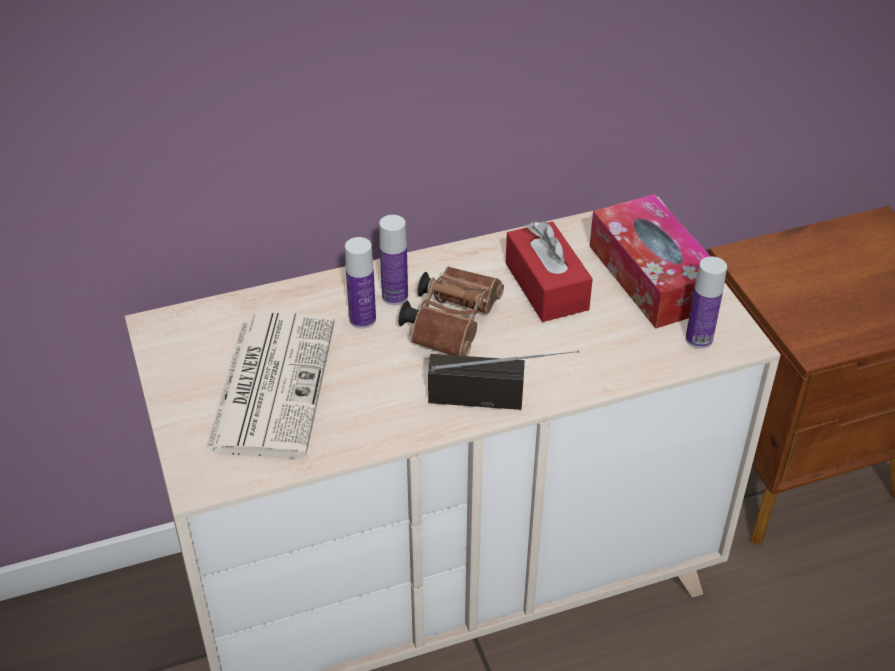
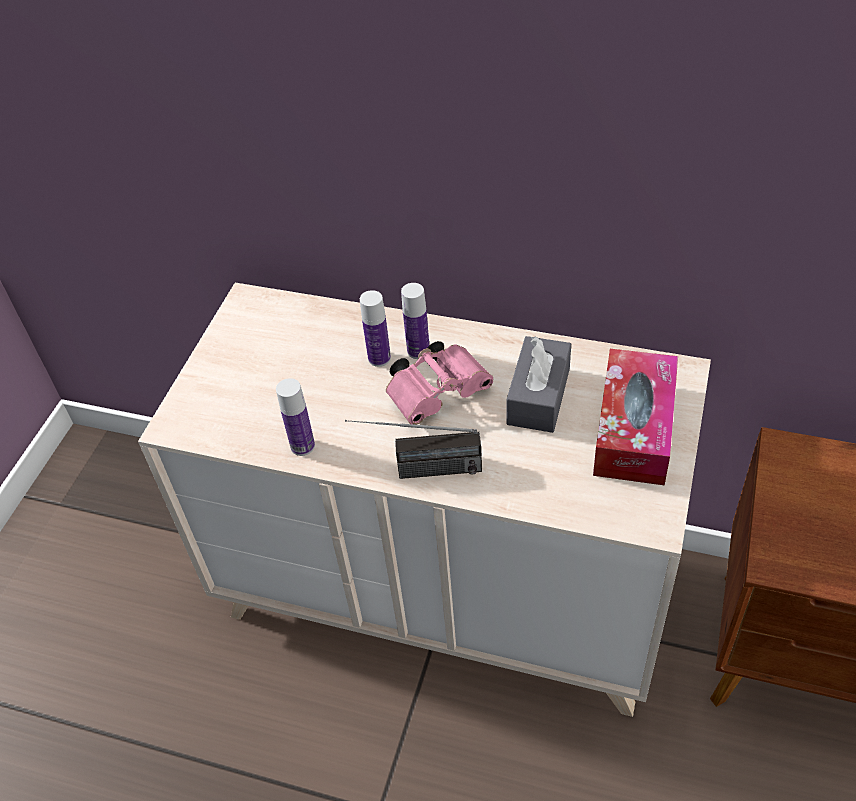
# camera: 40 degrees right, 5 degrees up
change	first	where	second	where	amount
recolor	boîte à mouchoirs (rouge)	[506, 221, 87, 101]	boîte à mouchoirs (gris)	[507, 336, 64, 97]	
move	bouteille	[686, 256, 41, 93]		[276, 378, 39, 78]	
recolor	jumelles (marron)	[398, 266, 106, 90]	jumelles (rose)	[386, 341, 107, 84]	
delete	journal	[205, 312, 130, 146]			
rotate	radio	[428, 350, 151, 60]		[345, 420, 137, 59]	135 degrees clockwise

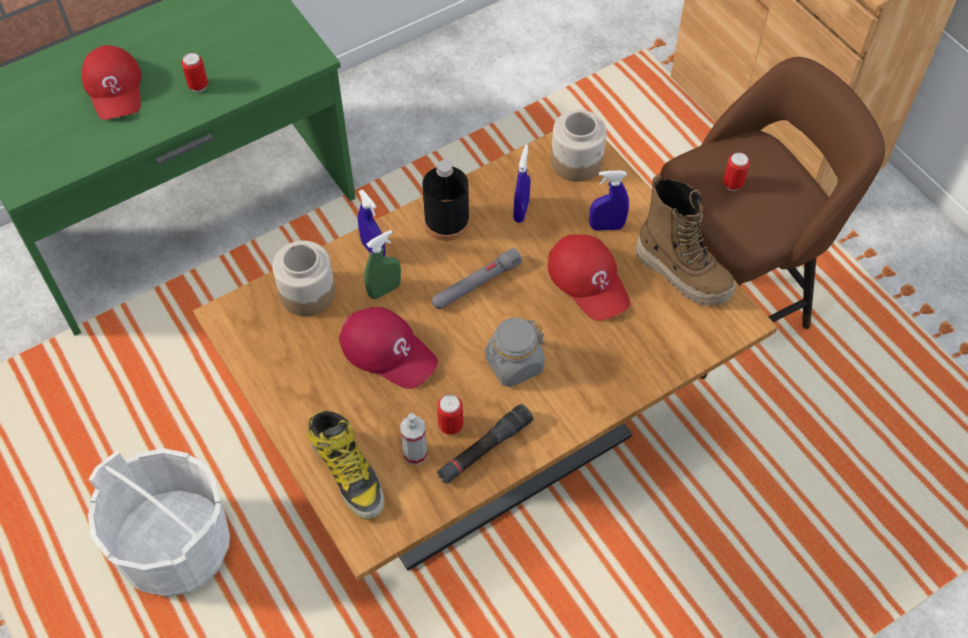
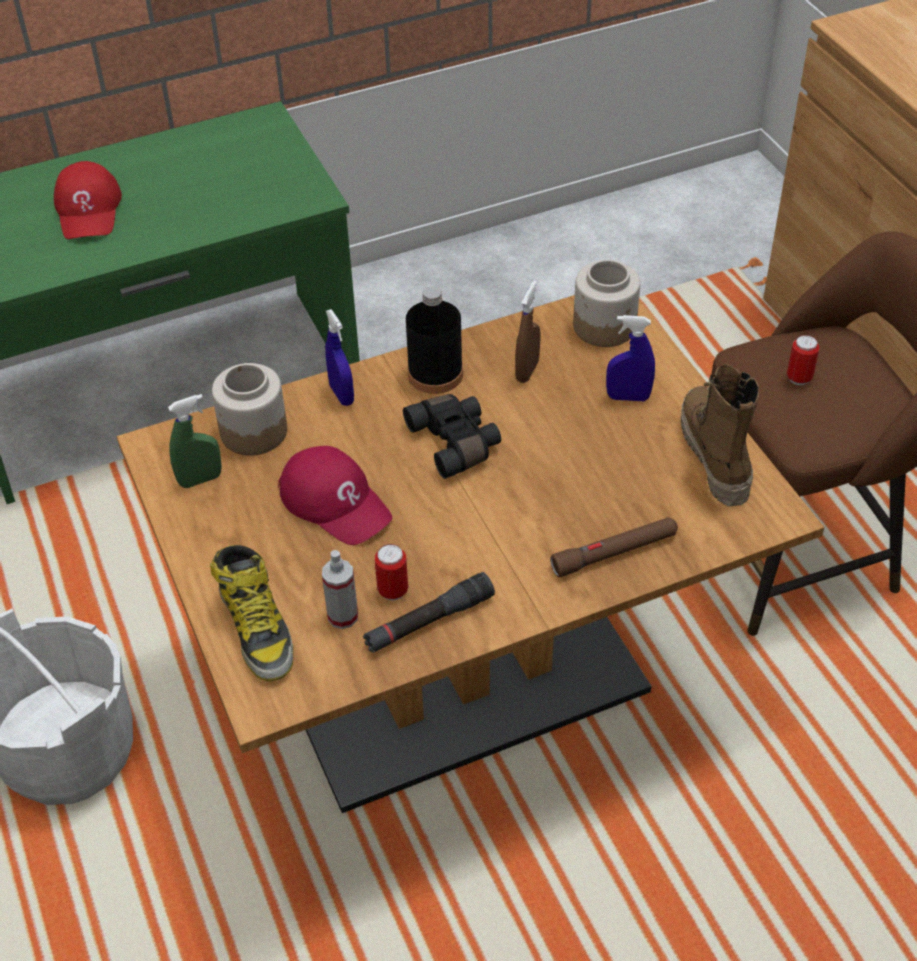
# camera: 10 degrees right, 10 degrees down
change	first	where	second	where	amount
delete	boîte métallique	[181, 53, 27, 39]			
recolor	vaporisateur (bleu)	[513, 144, 17, 79]	vaporisateur (marron)	[515, 280, 25, 103]	
rotate	botte	[635, 174, 100, 132]		[681, 365, 78, 141]	150 degrees counterclockwise
move	vaporisateur (vert)	[364, 230, 37, 69]		[168, 394, 54, 94]	
delete	casquette (rouge)	[548, 234, 82, 87]			
replace	lampe de poche (gris)	[432, 248, 90, 61]	jumelles (noir)	[403, 394, 98, 85]	
delete	bocal (gris)	[484, 318, 61, 69]			
insert			lampe de poche (marron)	[550, 517, 128, 60]	

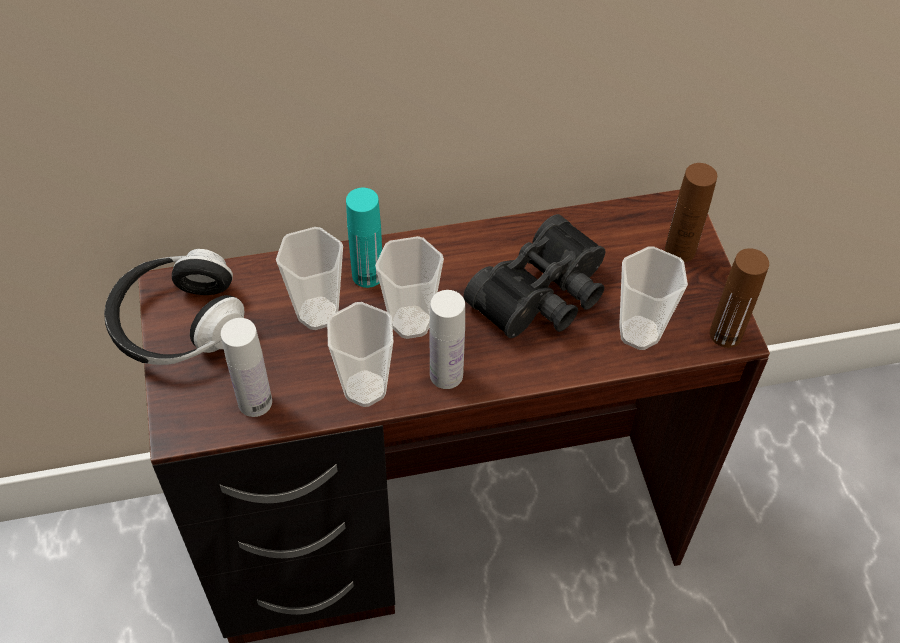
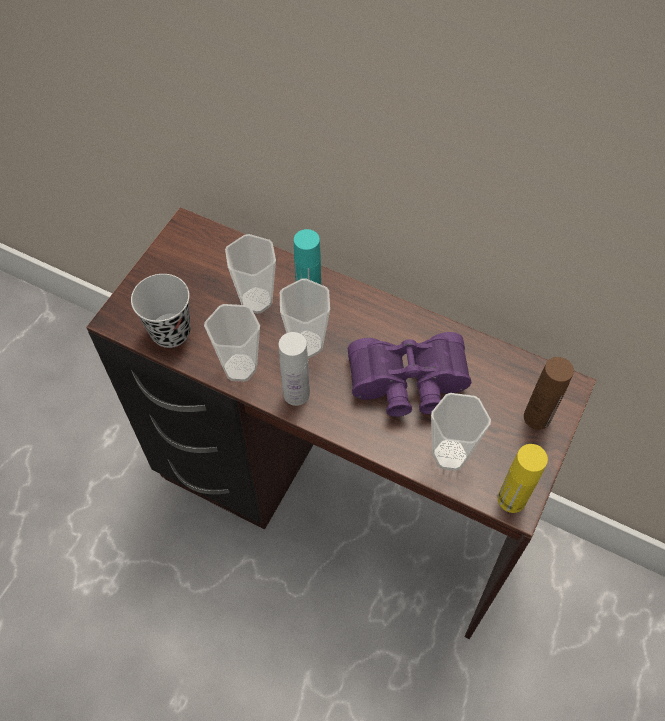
# camera: 40 degrees right, 5 degrees up
change	first	where	second	where	amount
recolor	jumelles (noir)	[463, 214, 142, 124]	jumelles (violet)	[348, 332, 123, 85]	
recolor	bouteille (marron)	[710, 248, 59, 100]	bouteille (jaune)	[498, 444, 50, 69]	
delete	casque audio	[104, 249, 140, 116]			
replace	bouteille (blanc)	[221, 318, 51, 99]	tasse (noir)	[131, 274, 59, 74]	

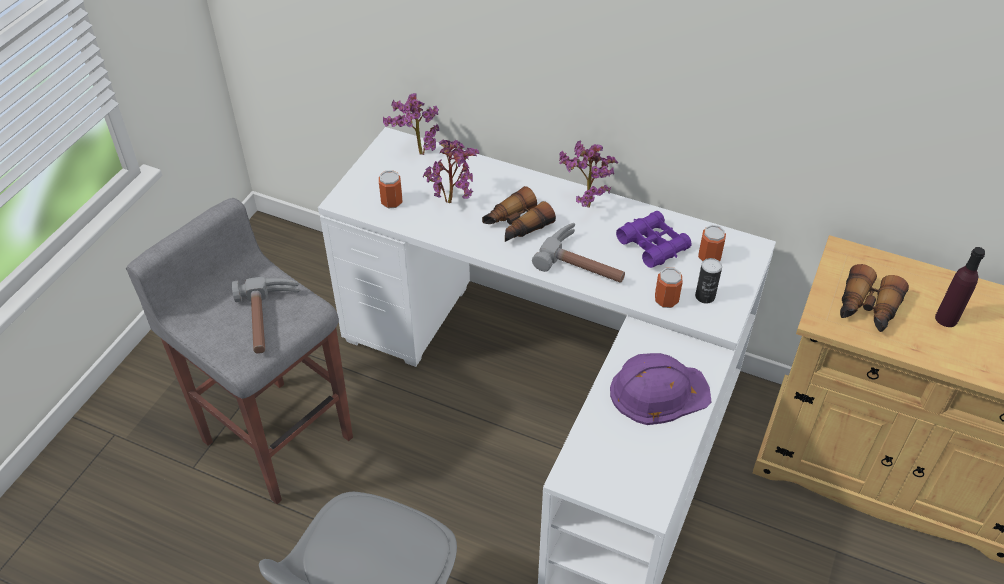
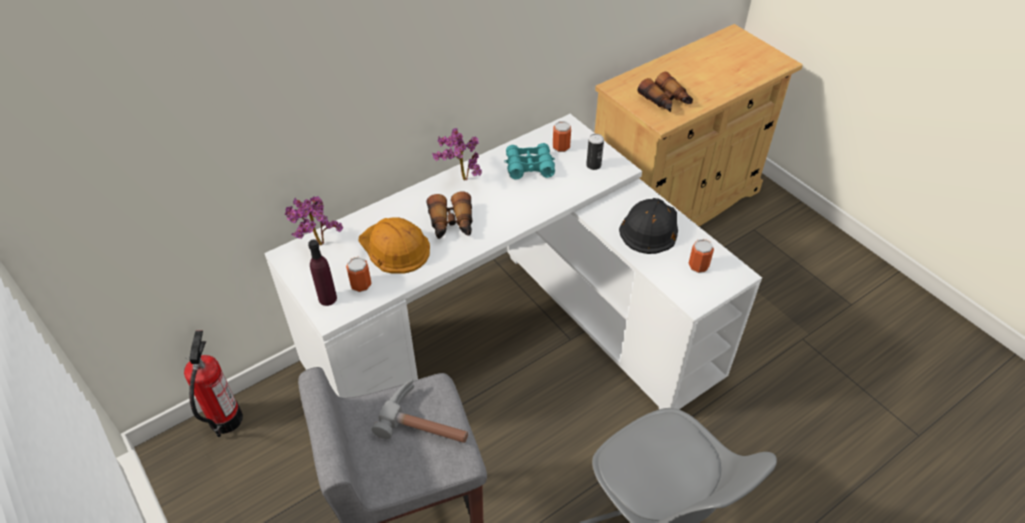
# camera: 60 degrees left, 0 degrees up
change	first	where	second	where	amount
replace	plante en pot	[423, 140, 56, 63]	casque de chantier (orange)	[358, 217, 72, 56]	
recolor	jumelles (violet)	[616, 211, 75, 57]	jumelles (turquoise)	[504, 143, 51, 36]	
delete	marteau	[532, 223, 93, 60]			
move	bouteille (violet)	[935, 247, 50, 80]		[308, 240, 29, 66]	
move	boîte métallique	[655, 267, 28, 41]		[688, 239, 26, 34]	
recolor	casque de chantier (violet)	[610, 353, 102, 72]	casque de chantier (noir)	[619, 198, 59, 56]	
insert			extincteur	[184, 331, 59, 106]	

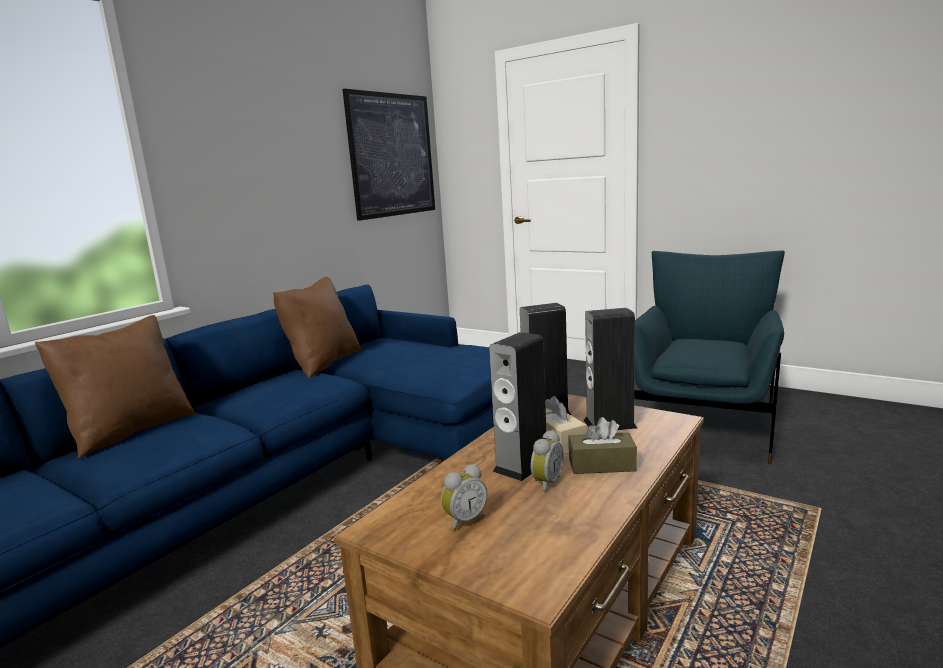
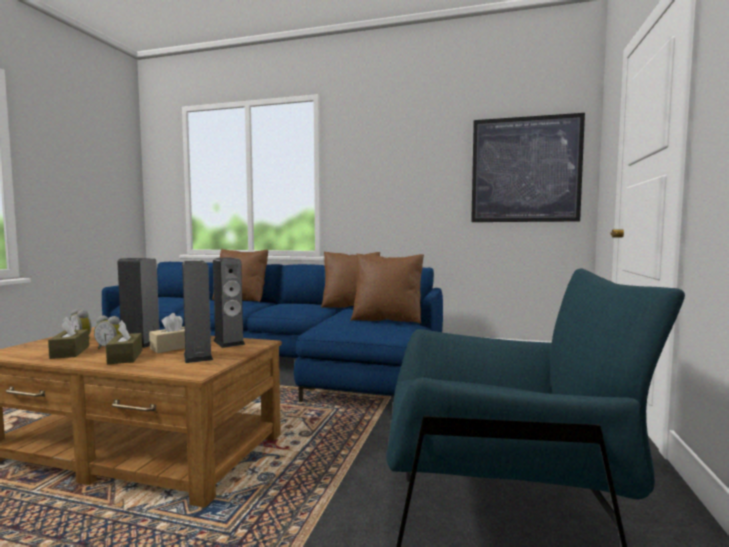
# camera: 70 degrees right, 10 degrees down
change	first	where	second	where	amount
insert			coussin (marron)	[350, 253, 74, 71]	
insert			boîte à mouchoirs (marron)	[48, 317, 41, 42]	

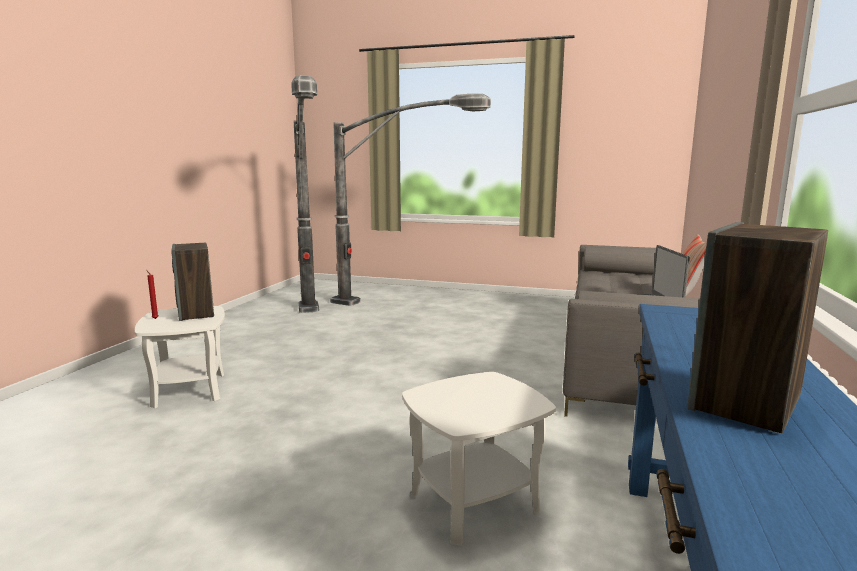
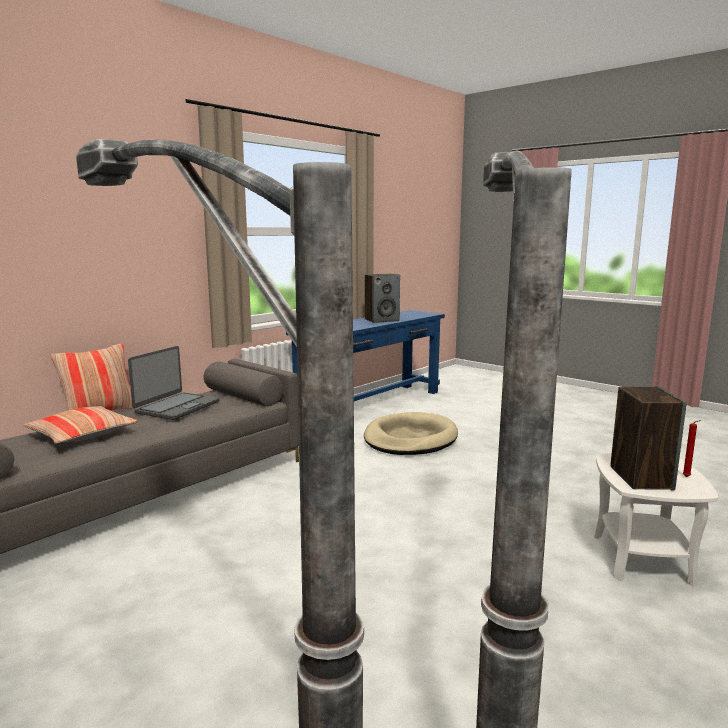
# camera: 155 degrees left, 0 degrees up
change	first	where	second	where	amount
replace	table d'appoint (blanc)	[402, 372, 154, 174]	panier pour chien (beige)	[364, 412, 94, 43]	
insert			coussin	[23, 406, 115, 38]	

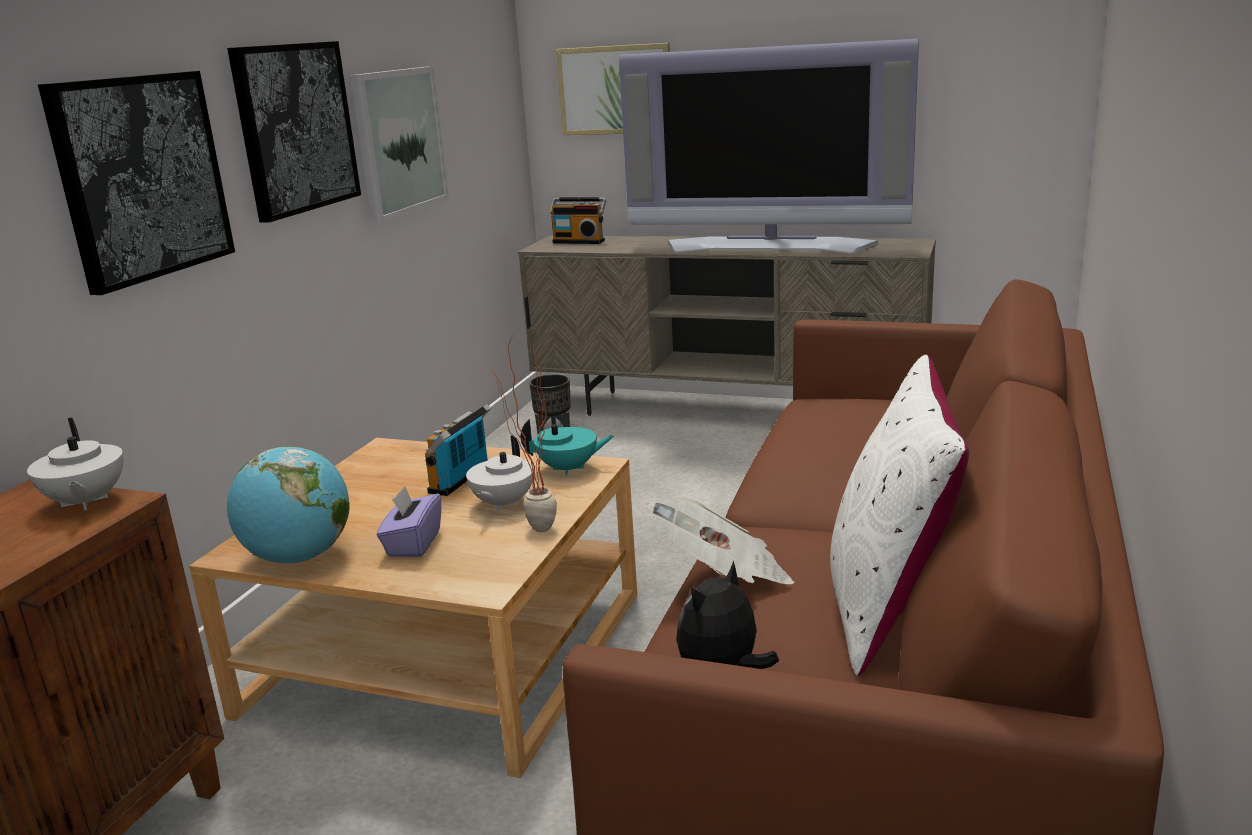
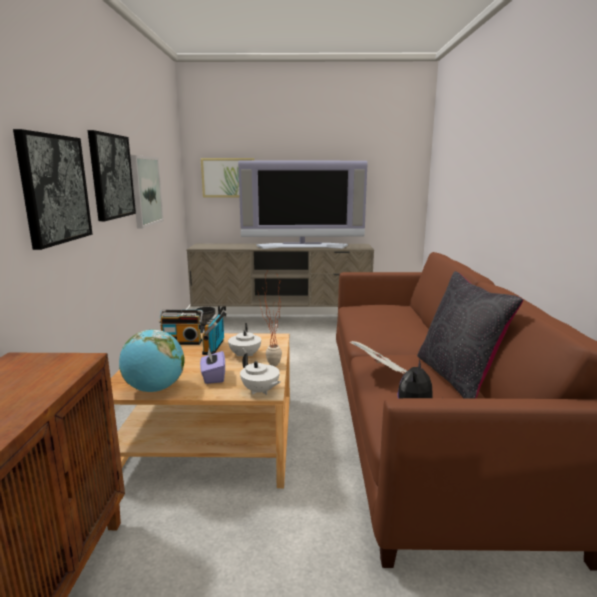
# camera: 20 degrees left, 5 degrees down
change	first	where	second	where	amount
move	radio	[550, 197, 56, 47]		[159, 310, 44, 35]	
recolor	coussin (blanc)	[830, 354, 139, 322]	coussin (noir)	[417, 271, 106, 128]	
move	théière (blanc)	[27, 418, 96, 92]		[240, 353, 40, 42]	
delete	théière (turquoise)	[521, 419, 93, 57]			

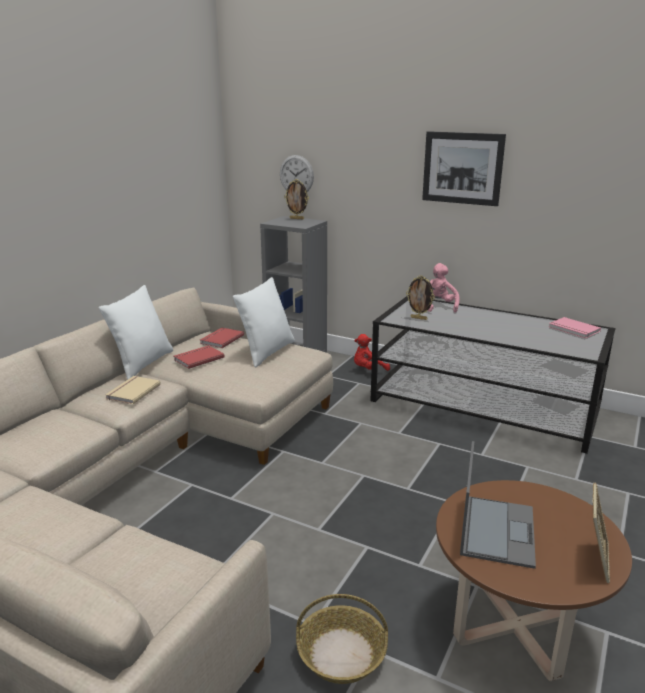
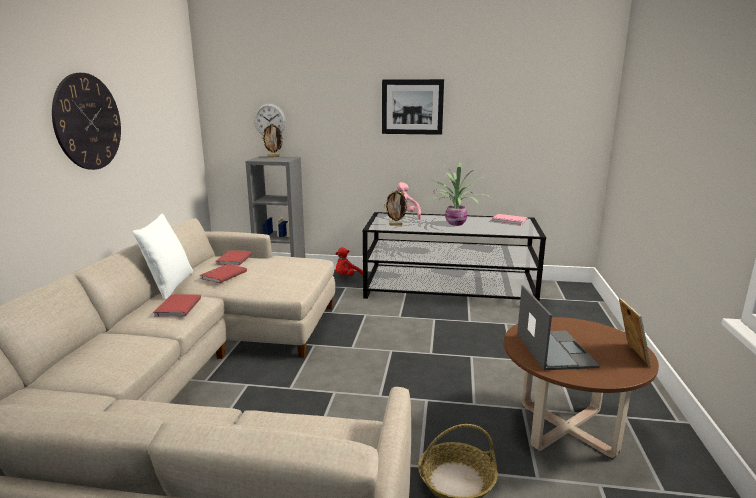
# camera: 20 degrees left, 5 degrees down
change	first	where	second	where	amount
delete	coussin (blanc)	[233, 277, 62, 91]			
recolor	livre (beige)	[105, 376, 56, 28]	livre (rouge)	[153, 294, 48, 23]	
insert			horloge murale	[52, 73, 69, 97]	
insert			plante en pot	[425, 162, 66, 64]	

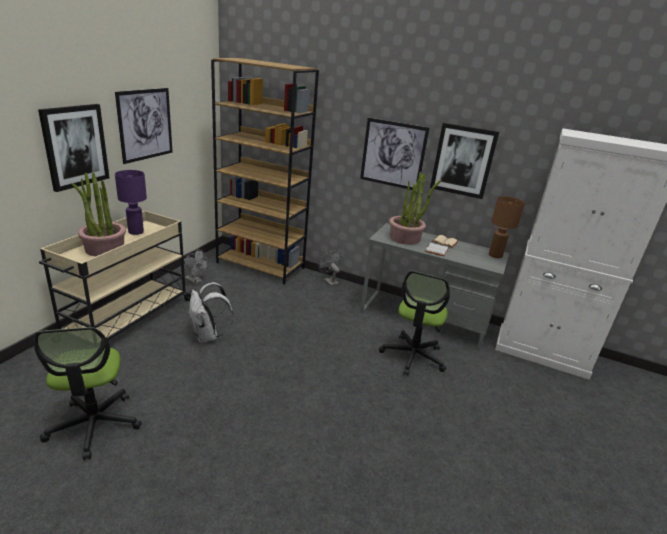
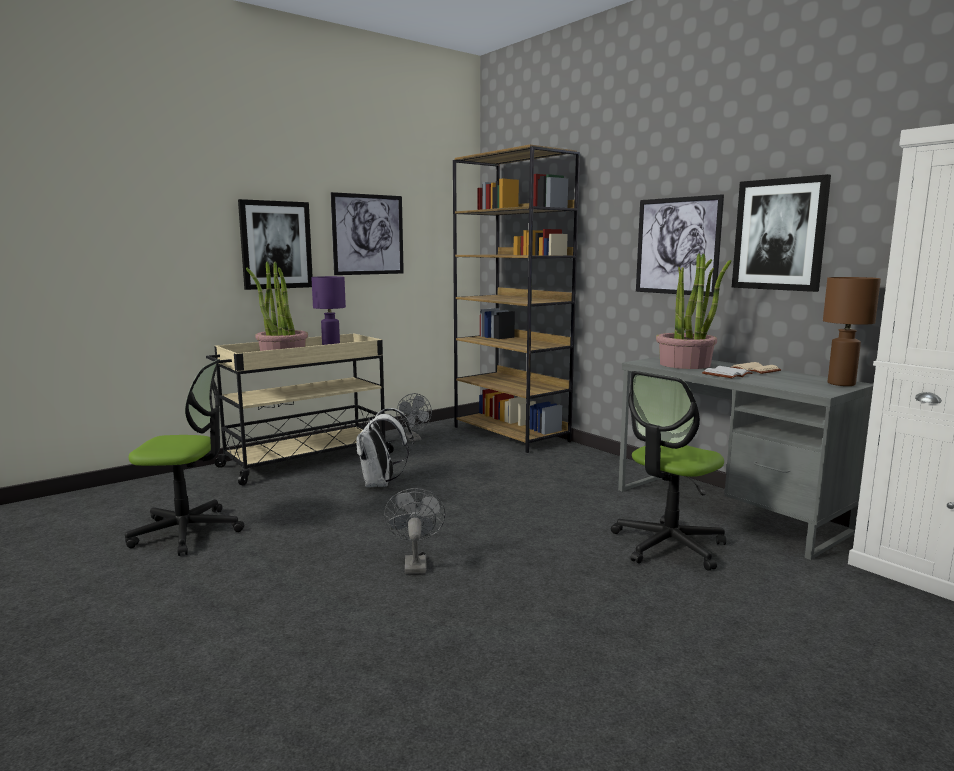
# camera: 30 degrees right, 15 degrees down
change	first	where	second	where	amount
move	ventilateur (gris)	[318, 251, 23, 35]		[384, 488, 62, 86]	
rotate	chaise de bureau	[34, 327, 108, 133]		[125, 359, 119, 197]	105 degrees counterclockwise

